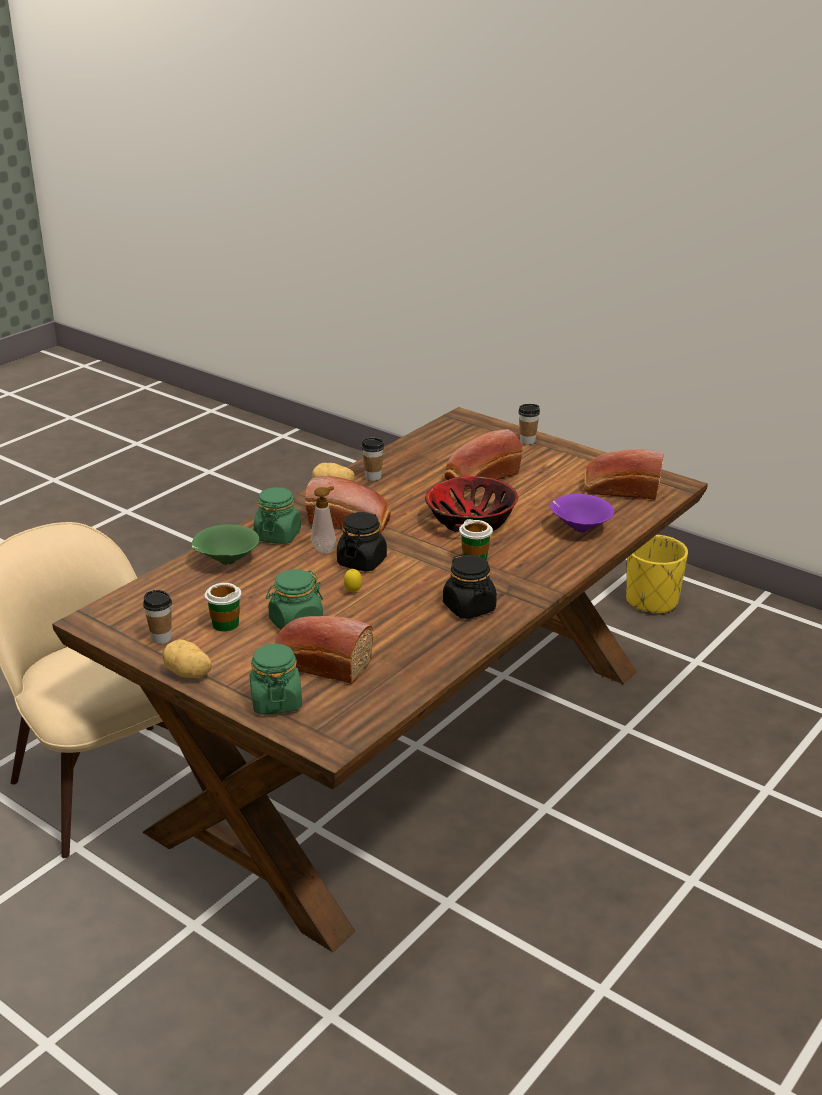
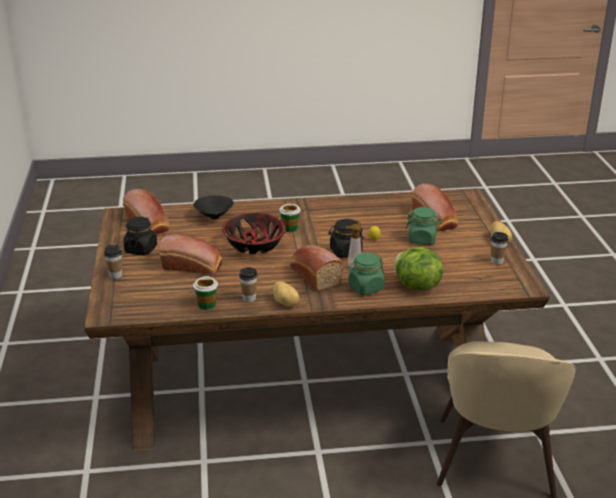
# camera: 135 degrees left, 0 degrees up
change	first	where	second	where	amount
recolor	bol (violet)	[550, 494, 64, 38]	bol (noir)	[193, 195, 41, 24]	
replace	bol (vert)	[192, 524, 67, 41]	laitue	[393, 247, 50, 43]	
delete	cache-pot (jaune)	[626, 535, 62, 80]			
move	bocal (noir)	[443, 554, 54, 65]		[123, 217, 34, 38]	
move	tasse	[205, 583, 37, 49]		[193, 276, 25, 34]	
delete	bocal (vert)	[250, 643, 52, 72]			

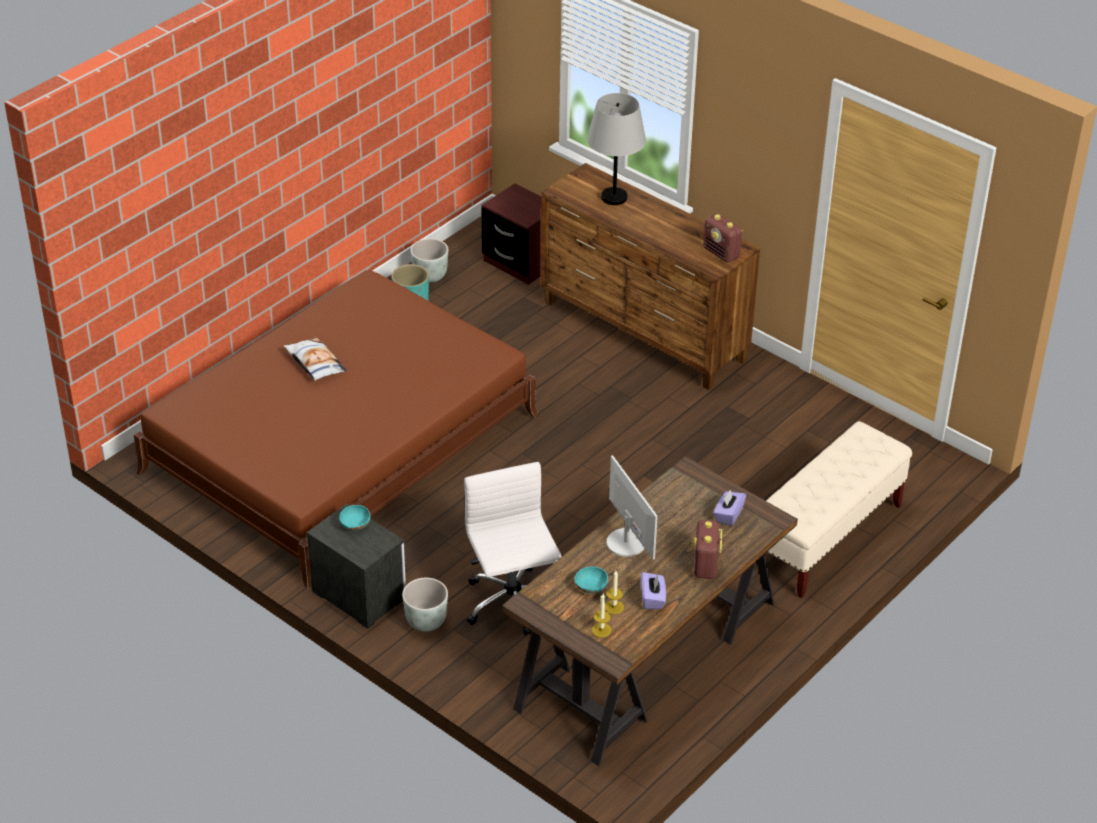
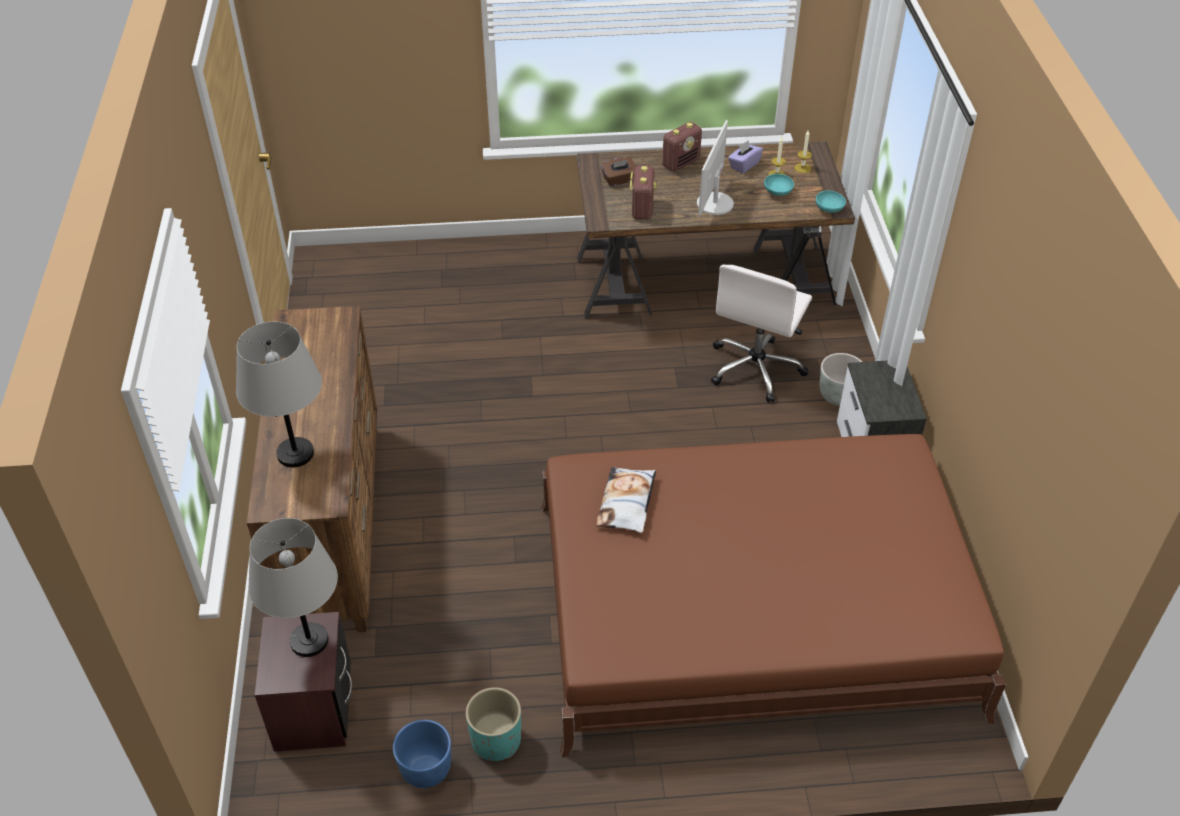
# camera: 135 degrees left, 5 degrees up
change	first	where	second	where	amount
move	radio	[703, 213, 40, 50]		[630, 166, 27, 54]	
recolor	cache-pot (gris)	[411, 238, 37, 45]	cache-pot (bleu)	[393, 720, 58, 68]	
move	coussin	[284, 338, 63, 43]		[596, 467, 60, 66]	
delete	banc (beige)	[756, 421, 156, 177]			
recolor	boîte à mouchoirs (violet)	[713, 490, 33, 36]	boîte à mouchoirs (marron)	[601, 157, 35, 29]	
move	bol (turquoise)	[339, 505, 32, 25]		[816, 190, 30, 23]	
insert			lampe de table (gris)	[248, 518, 90, 139]	

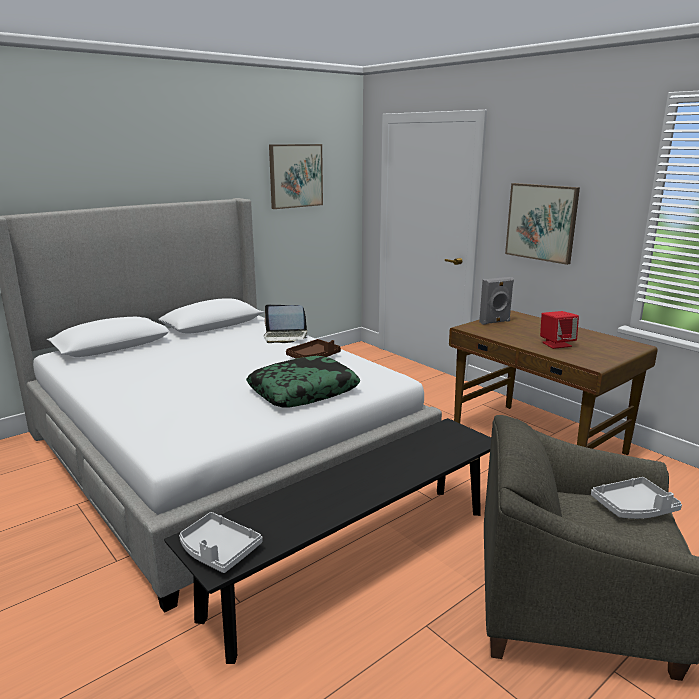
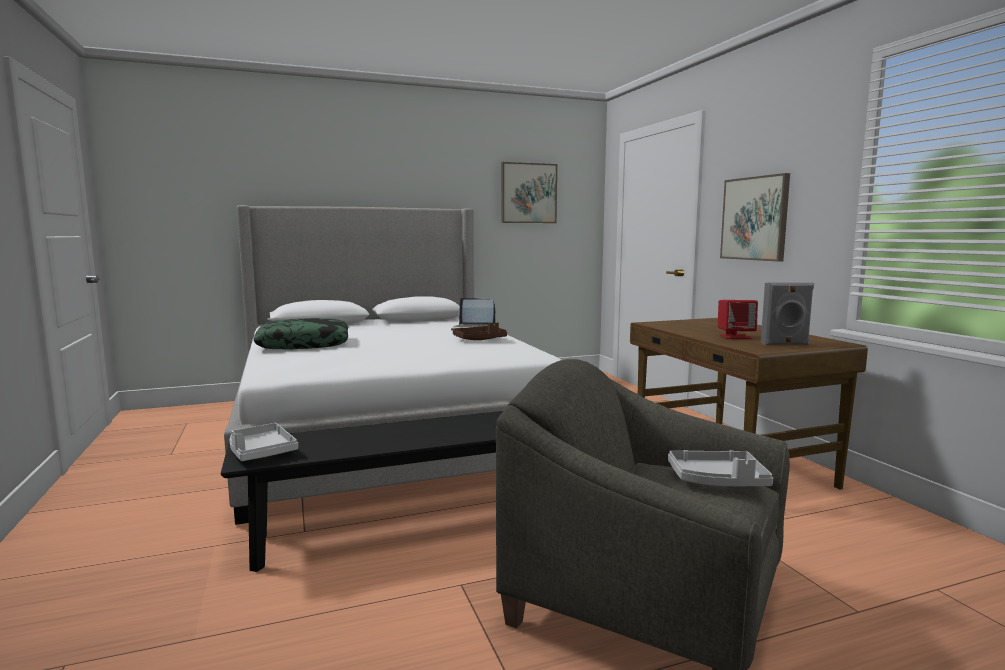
# camera: 20 degrees right, 10 degrees down
change	first	where	second	where	amount
move	enceinte (gris)	[479, 277, 35, 48]		[761, 283, 53, 62]	
move	coussin	[246, 356, 114, 52]		[253, 318, 95, 31]	

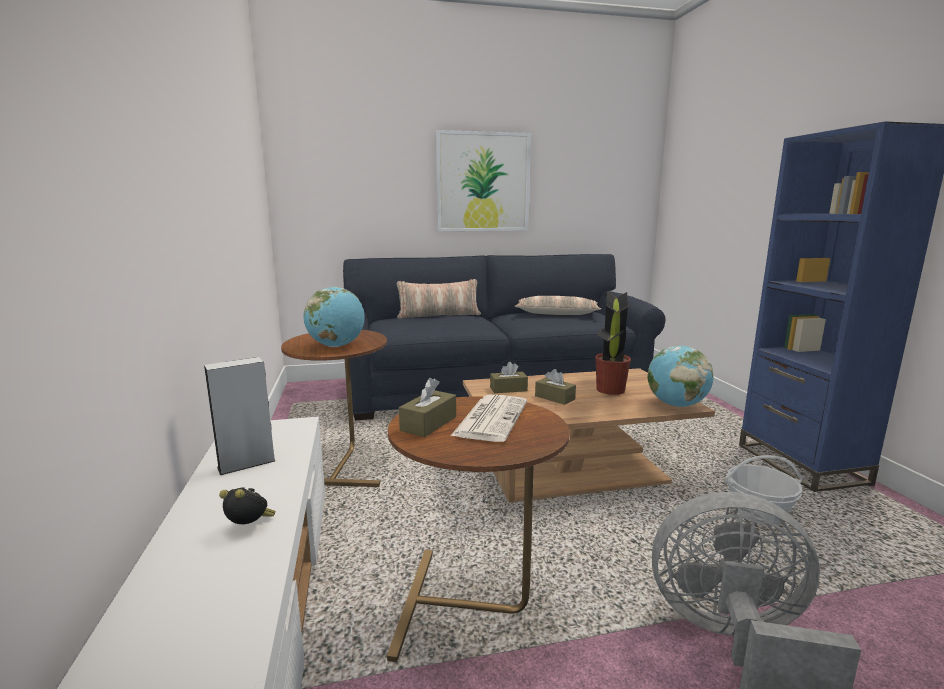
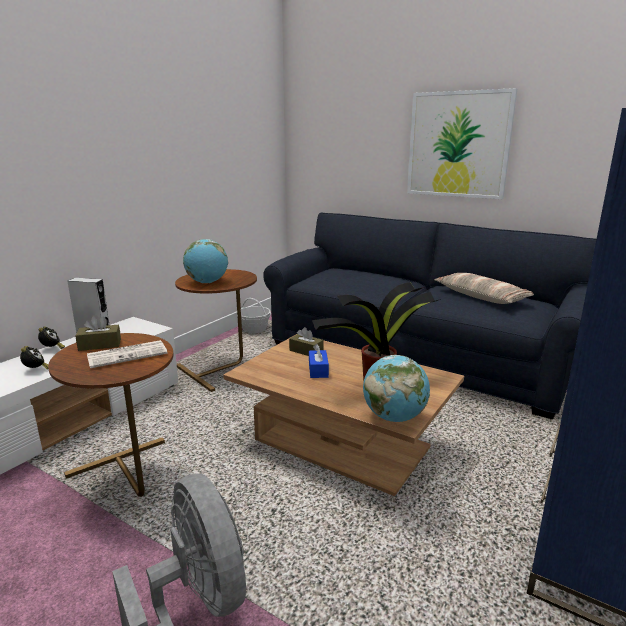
# camera: 45 degrees right, 5 degrees up
change	first	where	second	where	amount
delete	coussin	[397, 279, 84, 40]			
recolor	boîte à mouchoirs (marron)	[535, 369, 41, 36]	boîte à mouchoirs (bleu)	[309, 344, 20, 34]	
move	panier	[725, 455, 78, 70]		[241, 298, 30, 35]	
insert			réveil	[38, 326, 27, 23]	

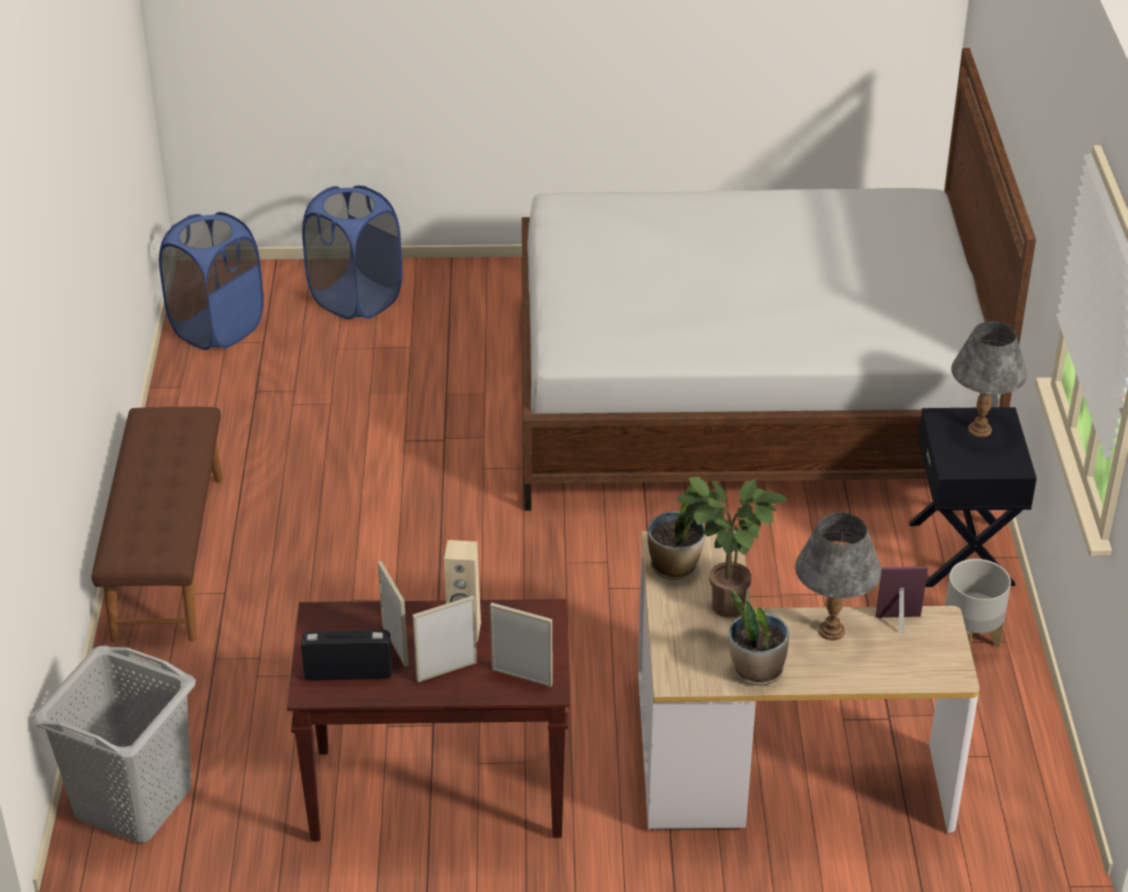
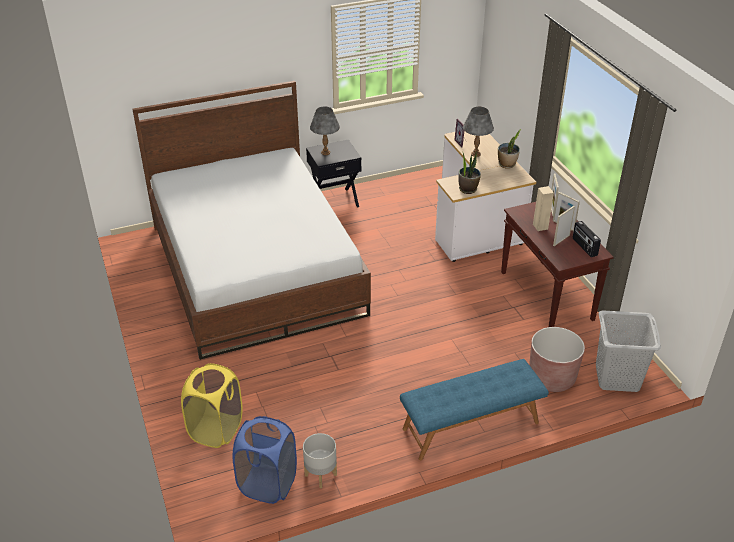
# camera: 110 degrees left, 0 degrees up
change	first	where	second	where	amount
recolor	panier à linge (bleu)	[302, 185, 100, 135]	panier à linge (jaune)	[181, 363, 62, 85]	
recolor	banc (marron)	[92, 407, 131, 235]	banc (bleu)	[400, 359, 149, 101]	
delete	plante en pot	[676, 477, 111, 141]			
move	cache-pot (gris)	[945, 559, 66, 89]		[303, 433, 34, 55]	
insert			cache-pot (marron)	[529, 327, 56, 65]	

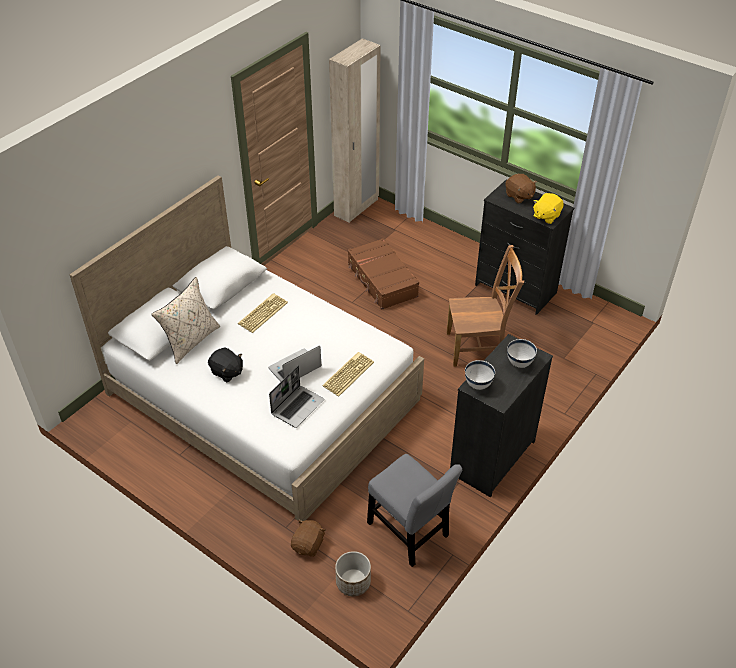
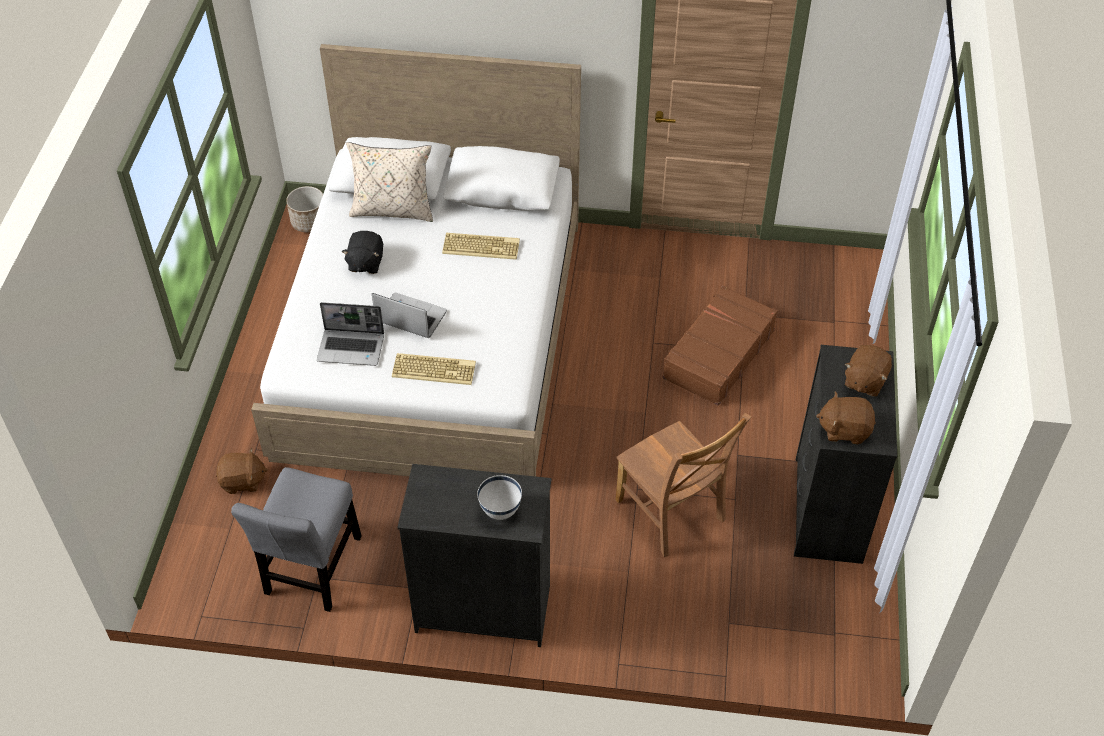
# camera: 60 degrees right, 5 degrees up
change	first	where	second	where	amount
delete	armoire (beige)	[329, 38, 52, 185]			
recolor	peluche (jaune)	[533, 193, 31, 31]	peluche (marron)	[816, 391, 60, 53]	
delete	bol (blanc)	[465, 360, 30, 30]			
move	cache-pot	[335, 551, 36, 45]		[286, 186, 37, 46]	

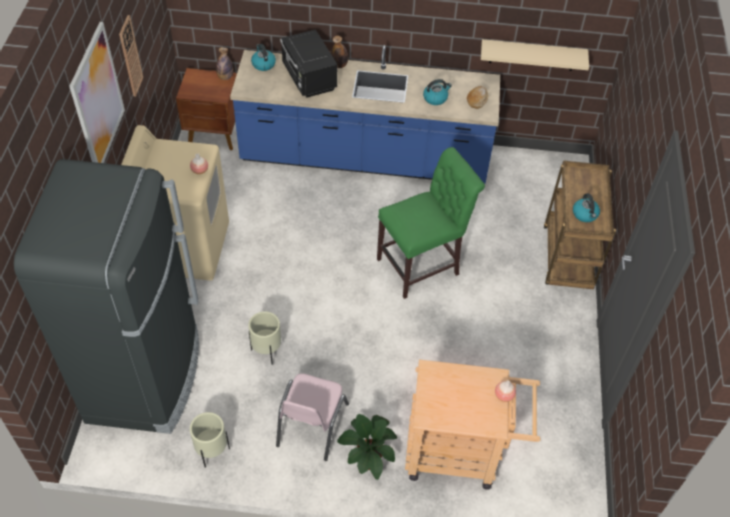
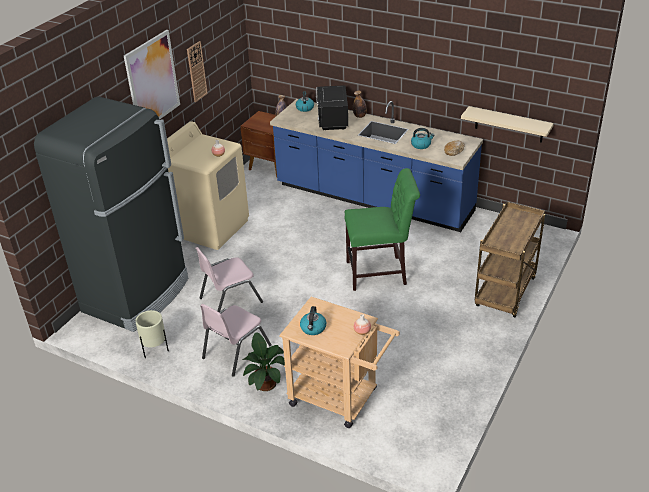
# camera: 25 degrees right, 15 degrees down
change	first	where	second	where	amount
move	bouilloire	[573, 193, 27, 29]		[300, 306, 26, 29]	
replace	cache-pot (beige)	[248, 311, 33, 54]	chaise (rose)	[196, 247, 67, 65]	

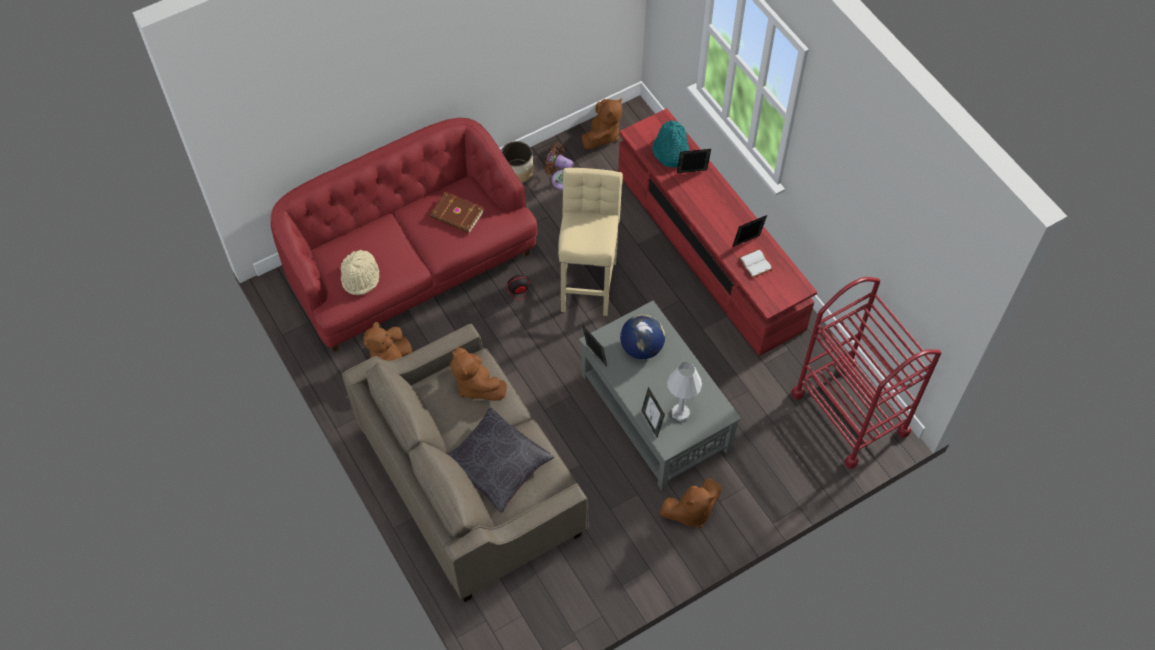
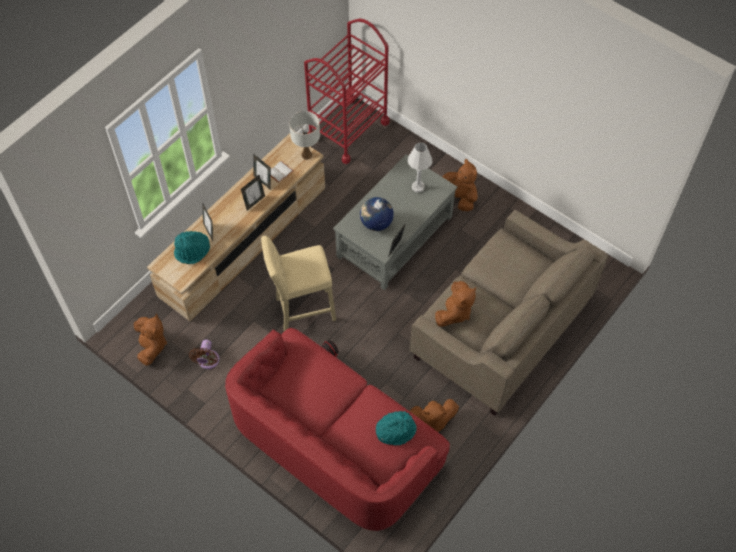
# camera: 110 degrees left, 0 degrees up
change	first	where	second	where	amount
rotate	peluche (marron)	[581, 98, 41, 51]		[134, 314, 33, 52]	75 degrees clockwise
recolor	meuble télé (rouge)	[618, 108, 199, 248]	meuble télé (beige)	[147, 133, 178, 188]	
delete	cache-pot	[501, 141, 32, 42]			
delete	livre (marron)	[430, 192, 54, 41]			
recolor	chapeau (beige)	[340, 250, 39, 45]	chapeau (turquoise)	[376, 411, 40, 35]	
move	cadre photo	[641, 387, 24, 51]		[241, 175, 24, 36]	
delete	coussin (noir)	[448, 407, 106, 105]			
insert			lampe de table (blanc)	[289, 111, 31, 49]	

